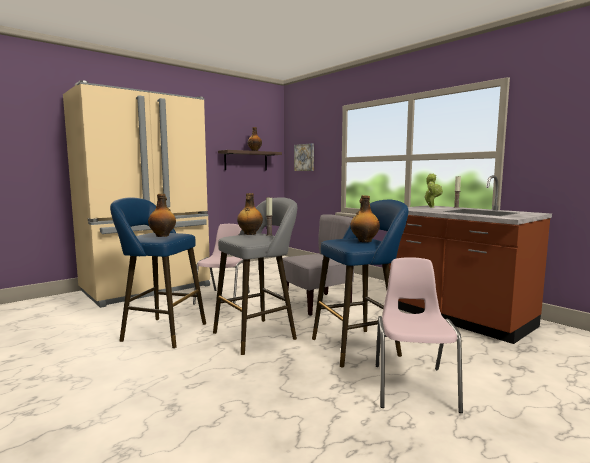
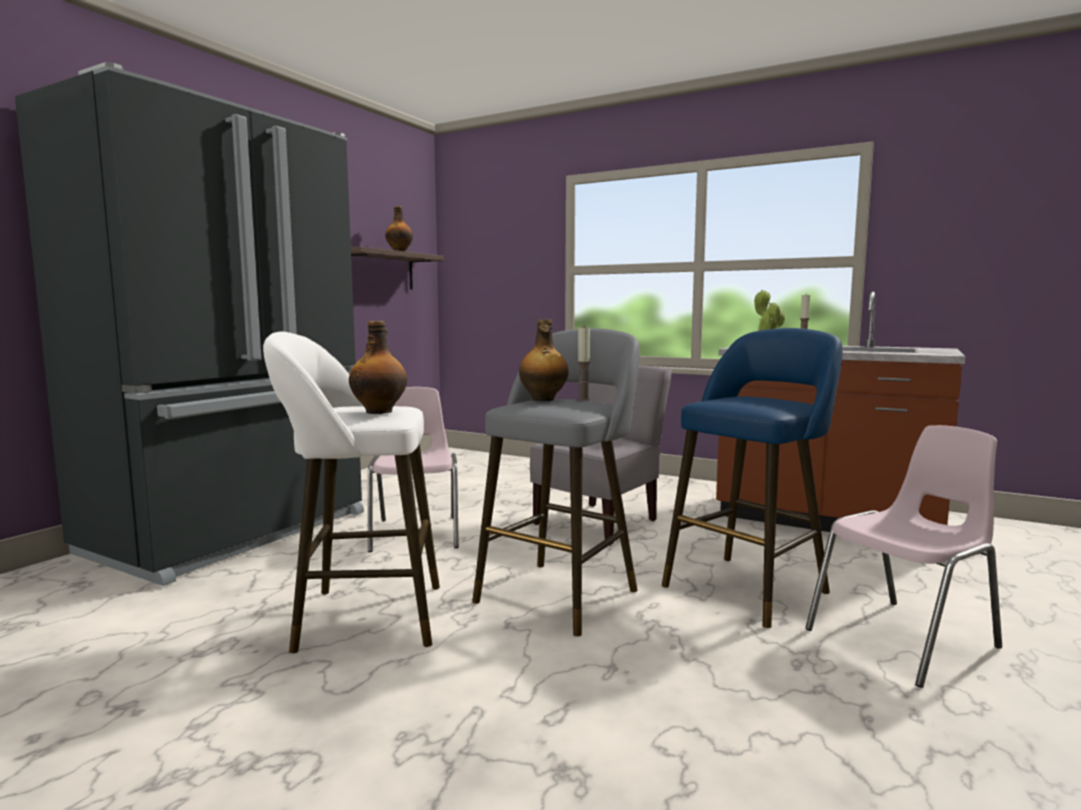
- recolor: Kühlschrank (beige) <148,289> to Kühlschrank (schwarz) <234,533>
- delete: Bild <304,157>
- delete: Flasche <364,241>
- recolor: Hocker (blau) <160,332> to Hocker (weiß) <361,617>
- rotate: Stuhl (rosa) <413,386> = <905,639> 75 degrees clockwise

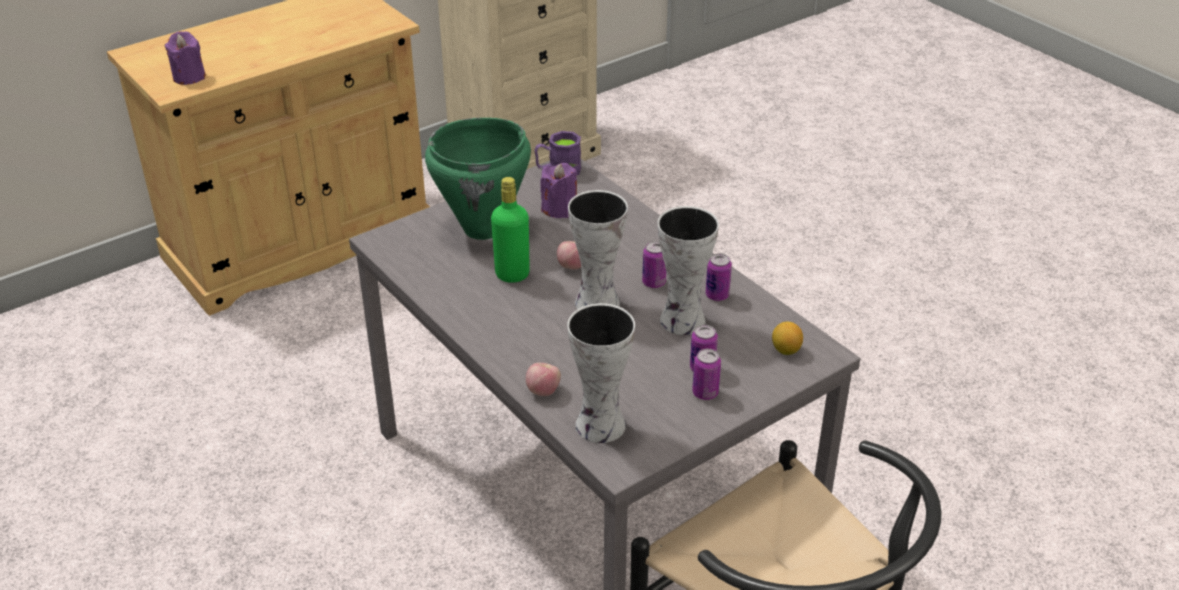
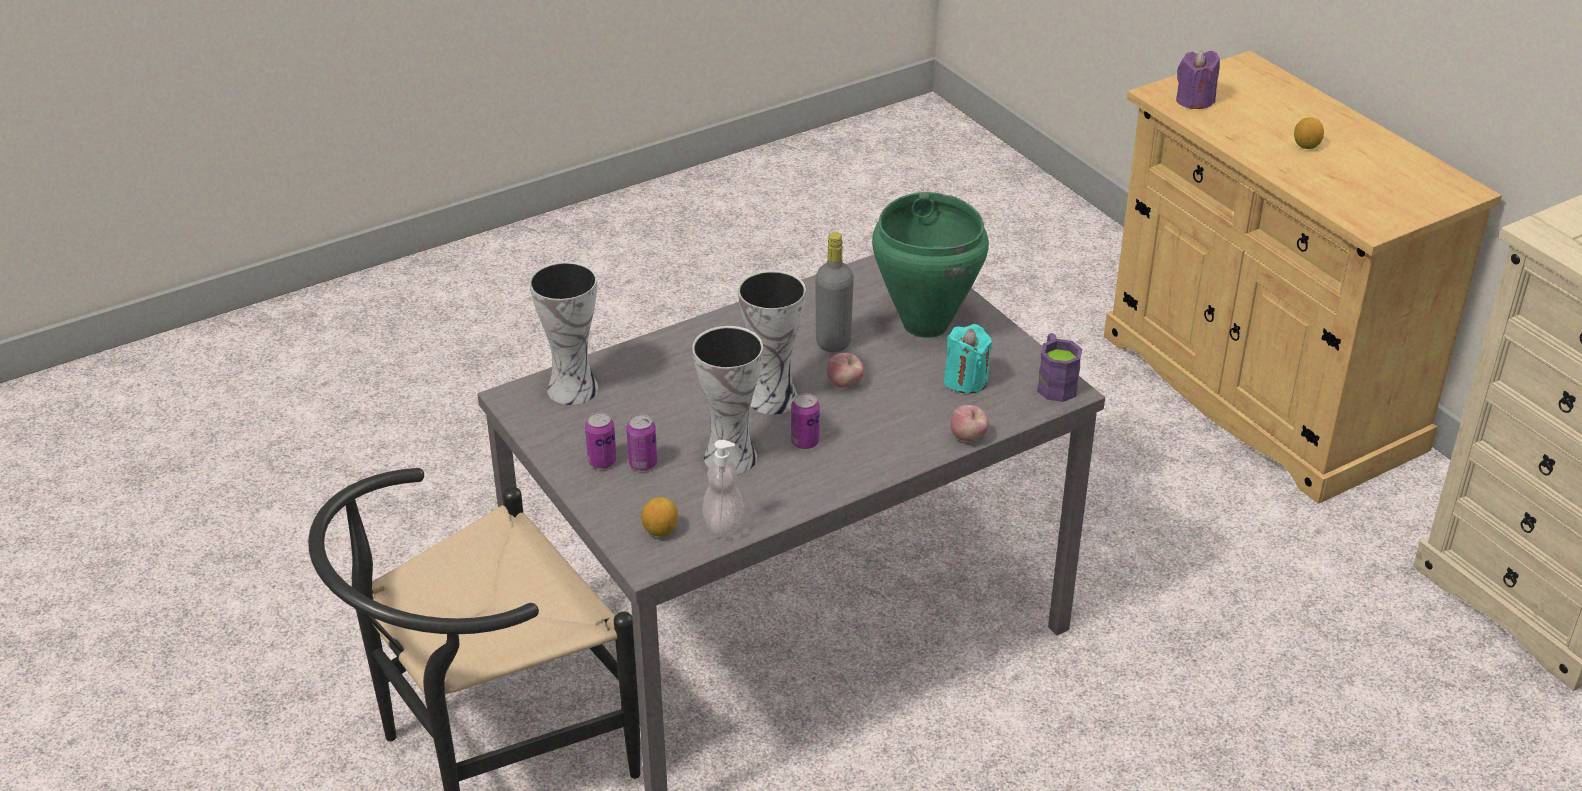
- recolor: Kerze (lila) <559,209> to Kerze (türkis) <965,380>
- recolor: Flasche (grün) <512,274> to Flasche (grau) <833,342>
- delete: Dose <717,295>
- move: Apfel <543,391> to <968,437>
- insert: Zitrone <1306,146>
- insert: Seifenspender <723,525>

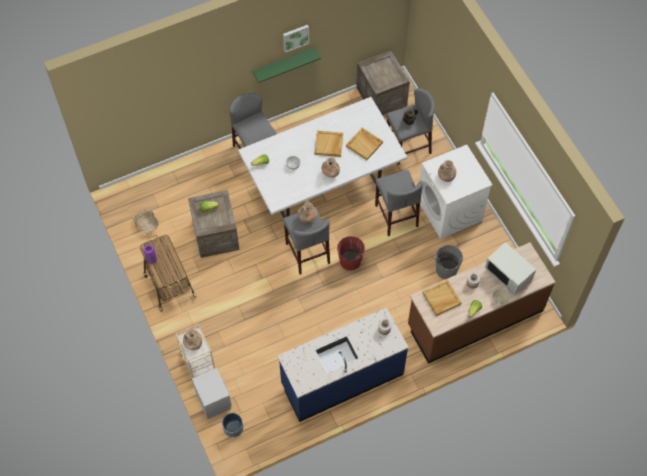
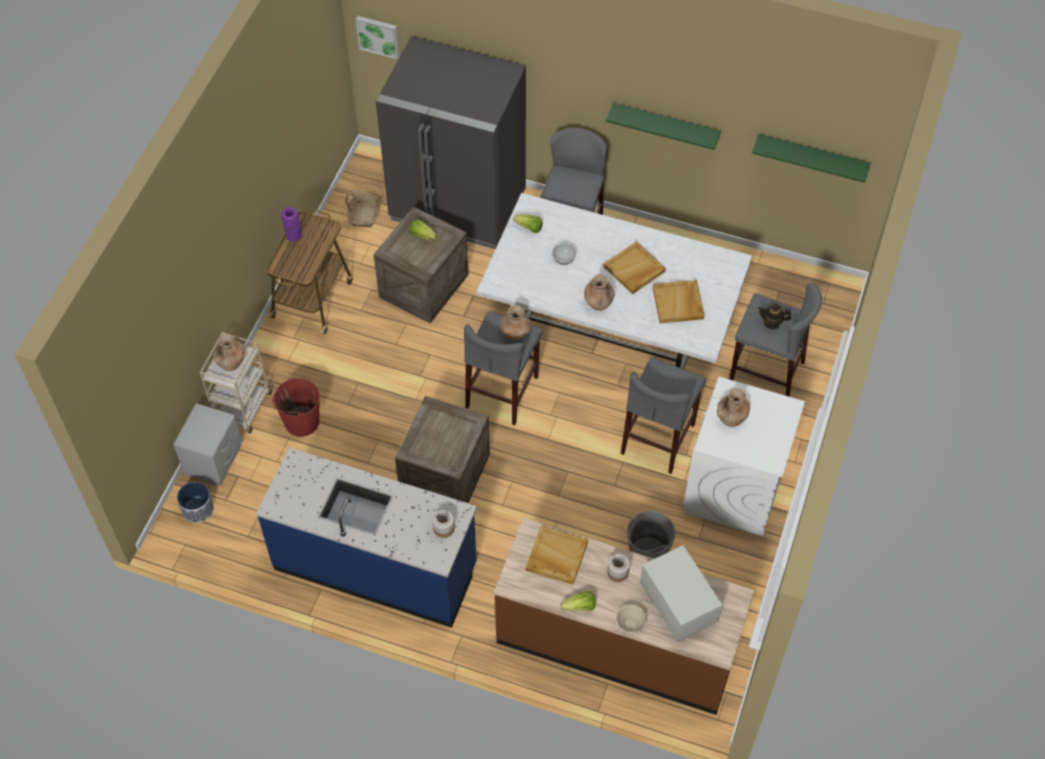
- move: Bild <295,37> to <378,36>
- move: Kiste <381,97> to <445,475>
- move: Eimer (rot) <350,261> to <301,421>
- rotate: Mikrowelle (weiß) <508,274> = <677,603> 150 degrees clockwise
- insert: Kühlschrank (grau) <458,205>
- insert: Wandregal (grün) <812,157>

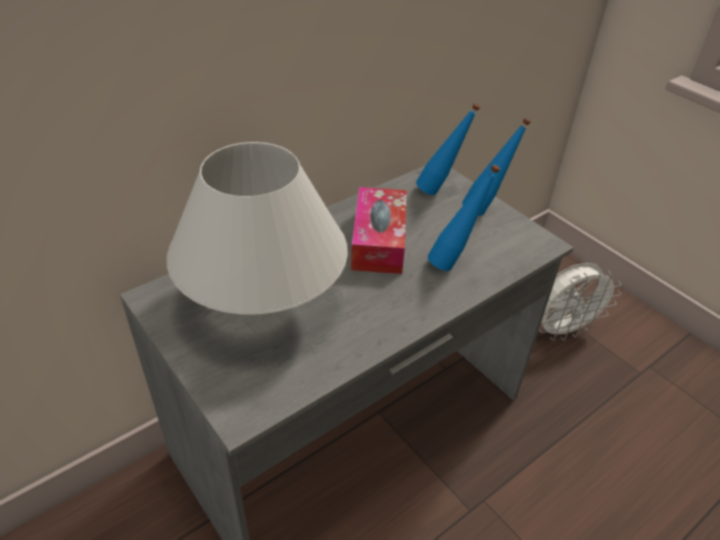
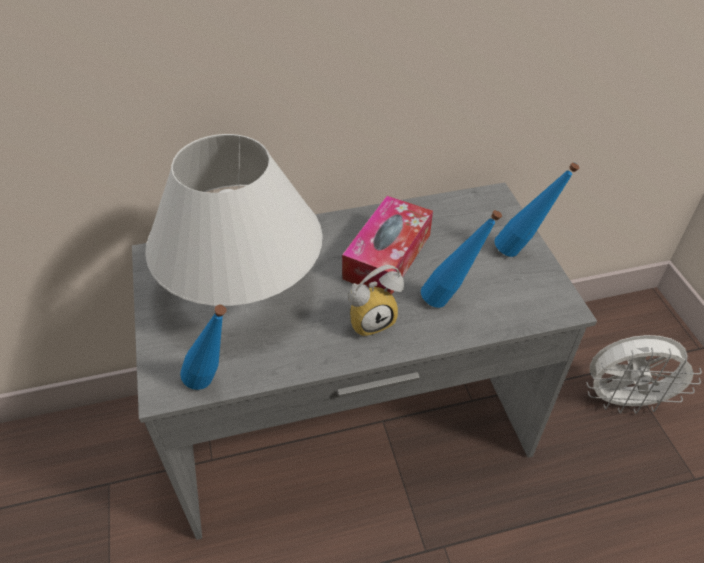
- move: Flasche (blau) <440,191> to <214,385>
- insert: Wecker <371,319>

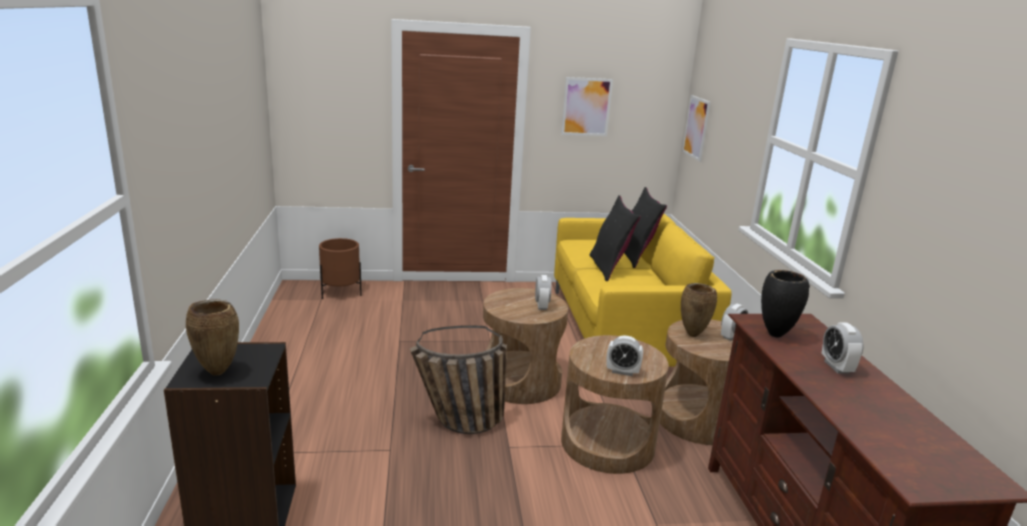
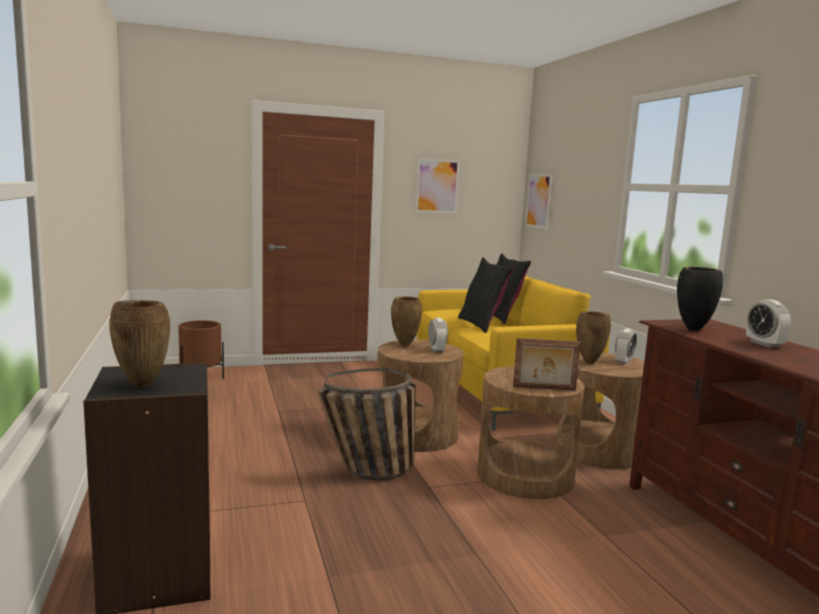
- replace: Wecker <622,372> to Bilderrahmen <544,389>
- insert: Vase (braun) <404,345>

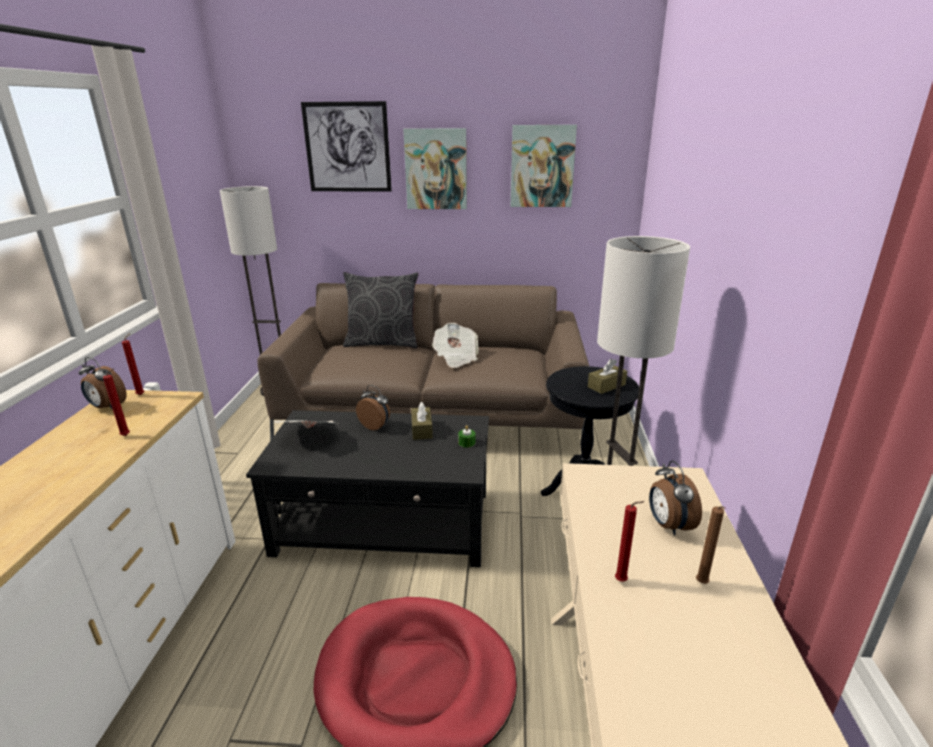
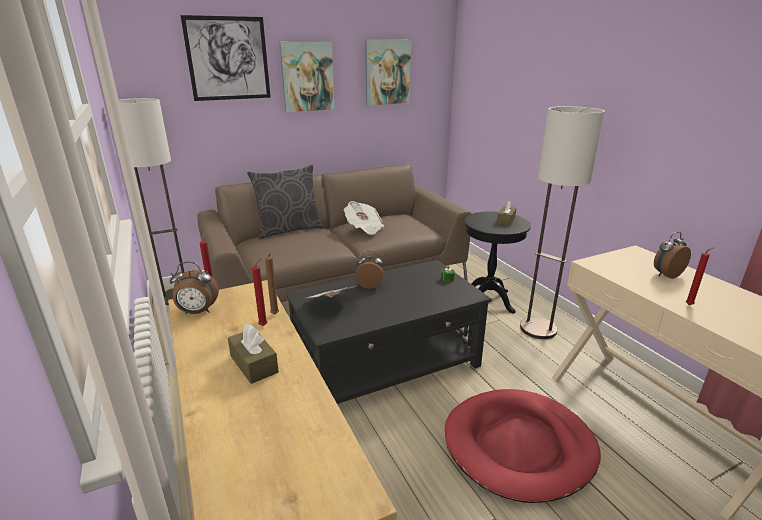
- move: Taschentuchbox (braun) <422,429> to <254,364>
- rotate: Wecker <668,525> = <665,274> 105 degrees clockwise
- move: Kerze (braun) <702,584> to <275,315>

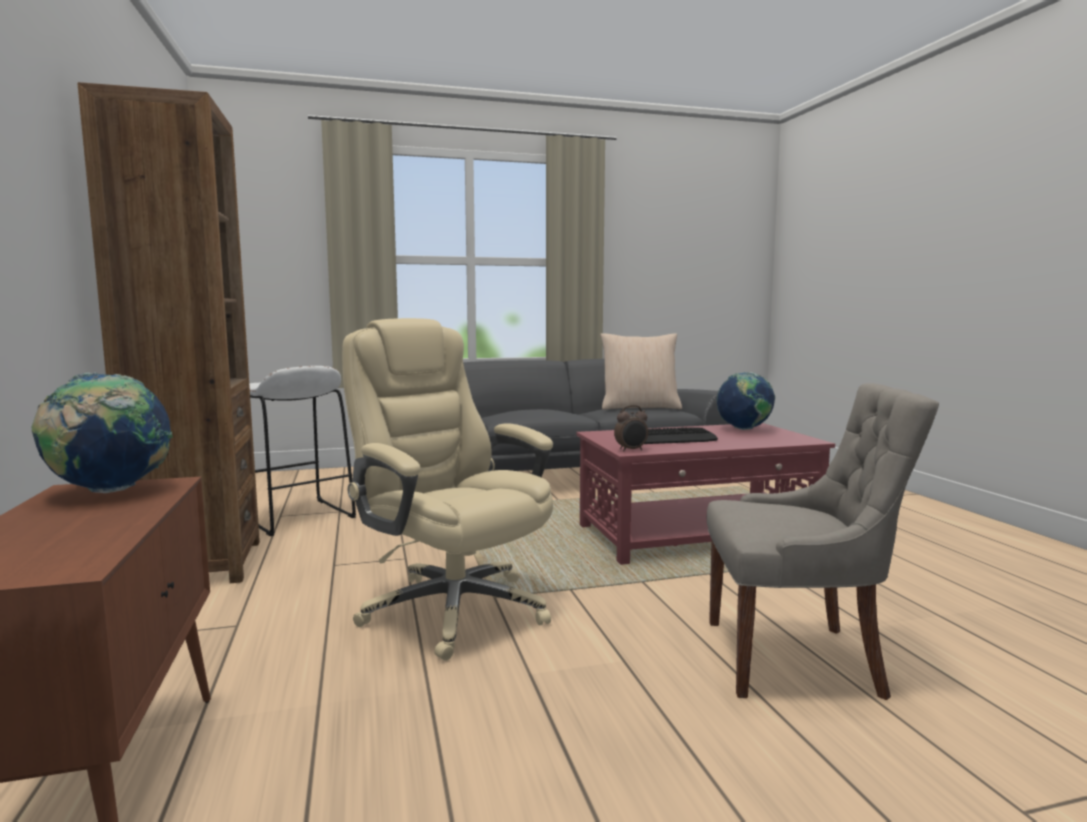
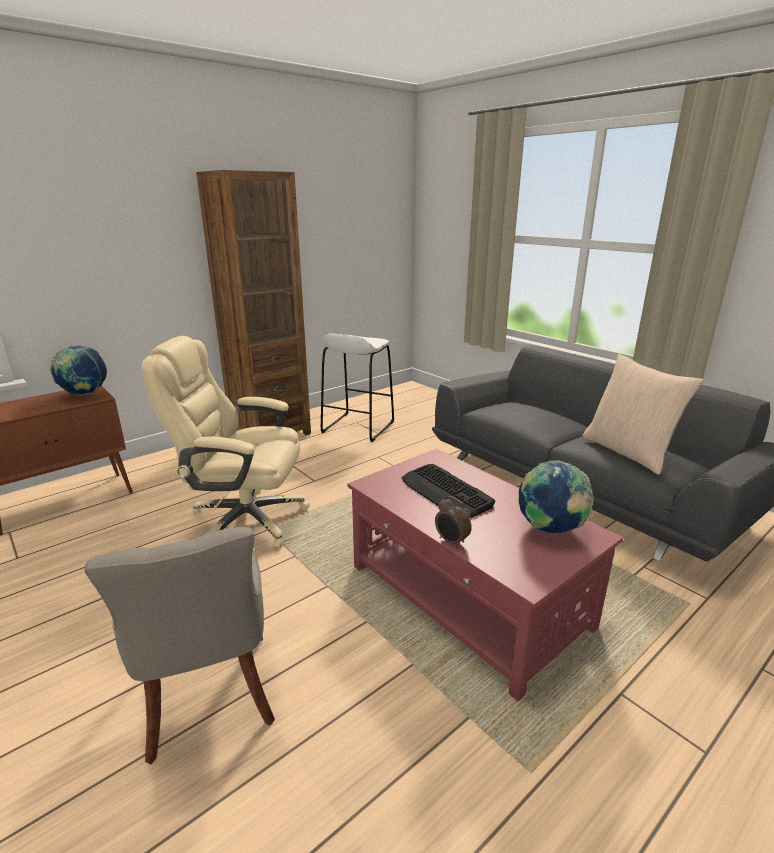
- rotate: Bürostuhl (beige) <452,609> = <244,520> 105 degrees counterclockwise
- move: Wecker <631,450> to <451,541>

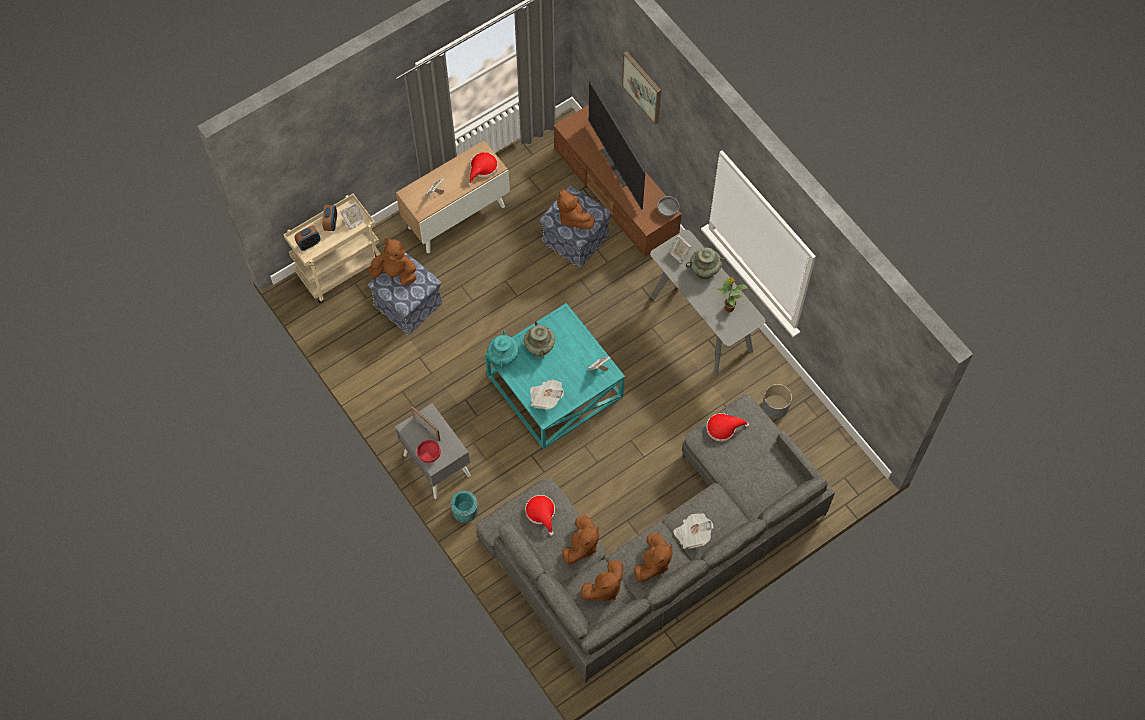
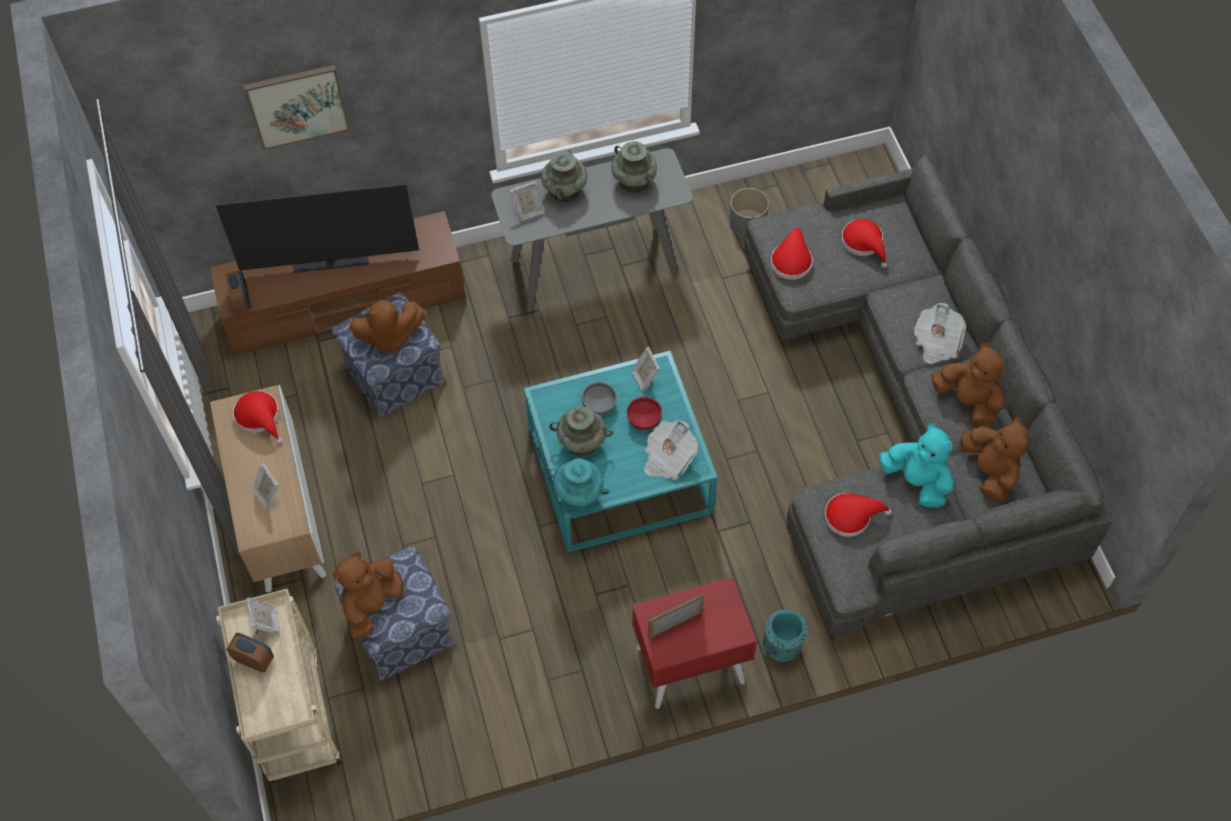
- move: Schüssel (grau) <667,211> to <599,405>
- move: Wecker <309,244> to <242,300>
- replace: Topfpflanze <728,307> to Vase (türkis) <634,181>
- recolor: Nachttisch (grau) <436,465> to Nachttisch (rot) <689,665>
- move: Schüssel (rot) <429,454> to <643,420>
- recolor: Plüschtier (braun) <581,546> to Plüschtier (türkis) <916,481>
- insert: Hut (rot) <864,243>

